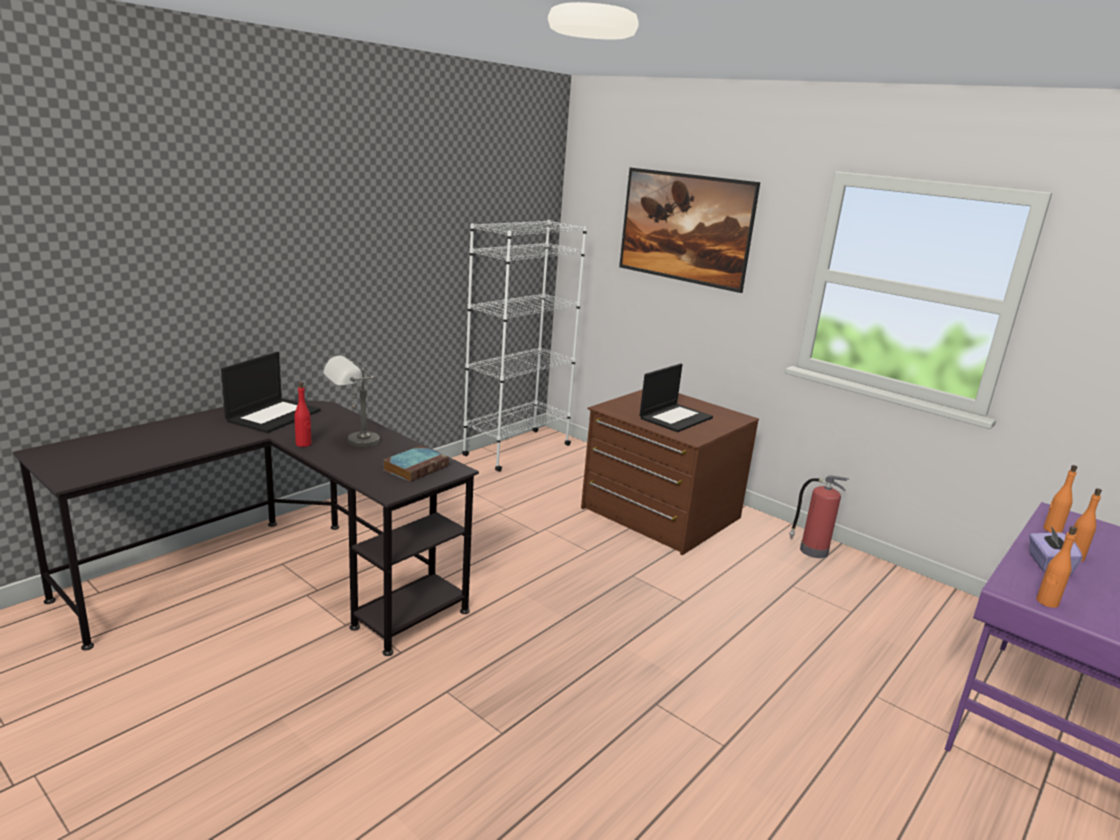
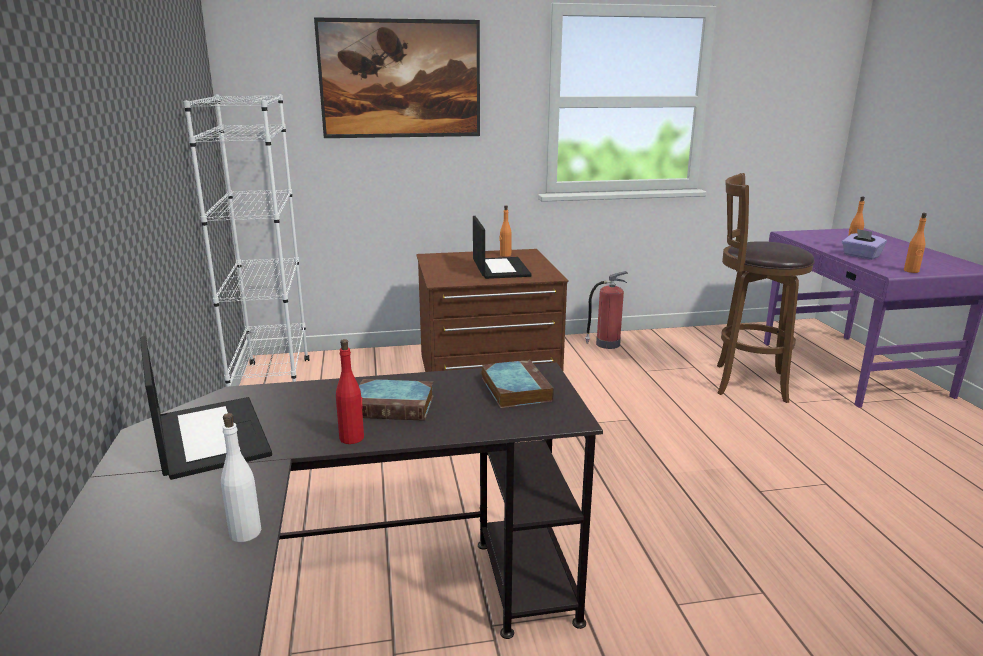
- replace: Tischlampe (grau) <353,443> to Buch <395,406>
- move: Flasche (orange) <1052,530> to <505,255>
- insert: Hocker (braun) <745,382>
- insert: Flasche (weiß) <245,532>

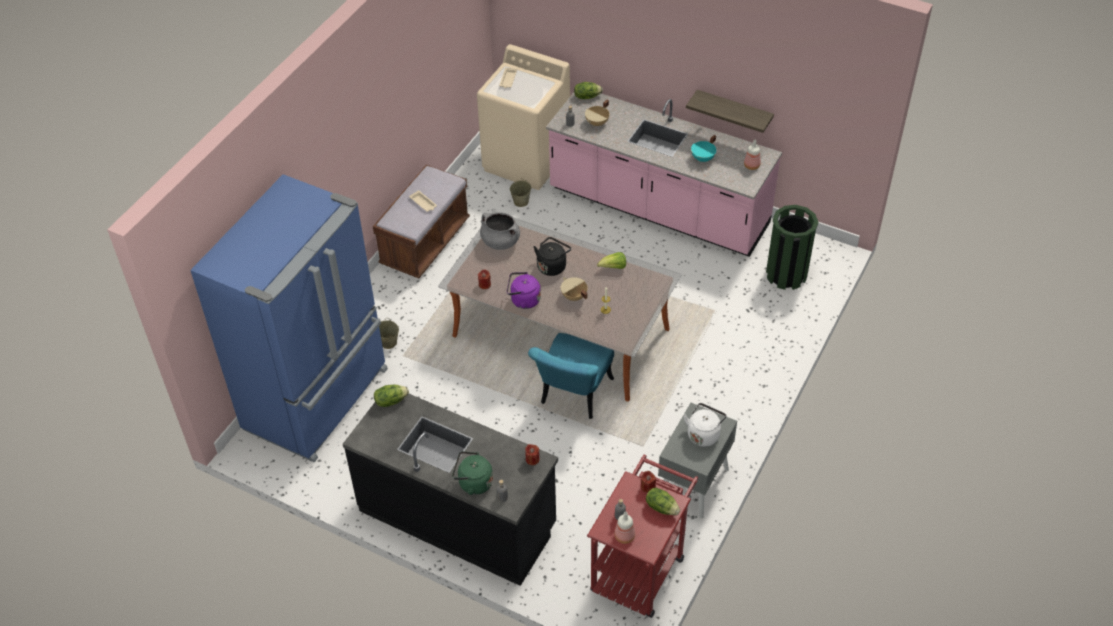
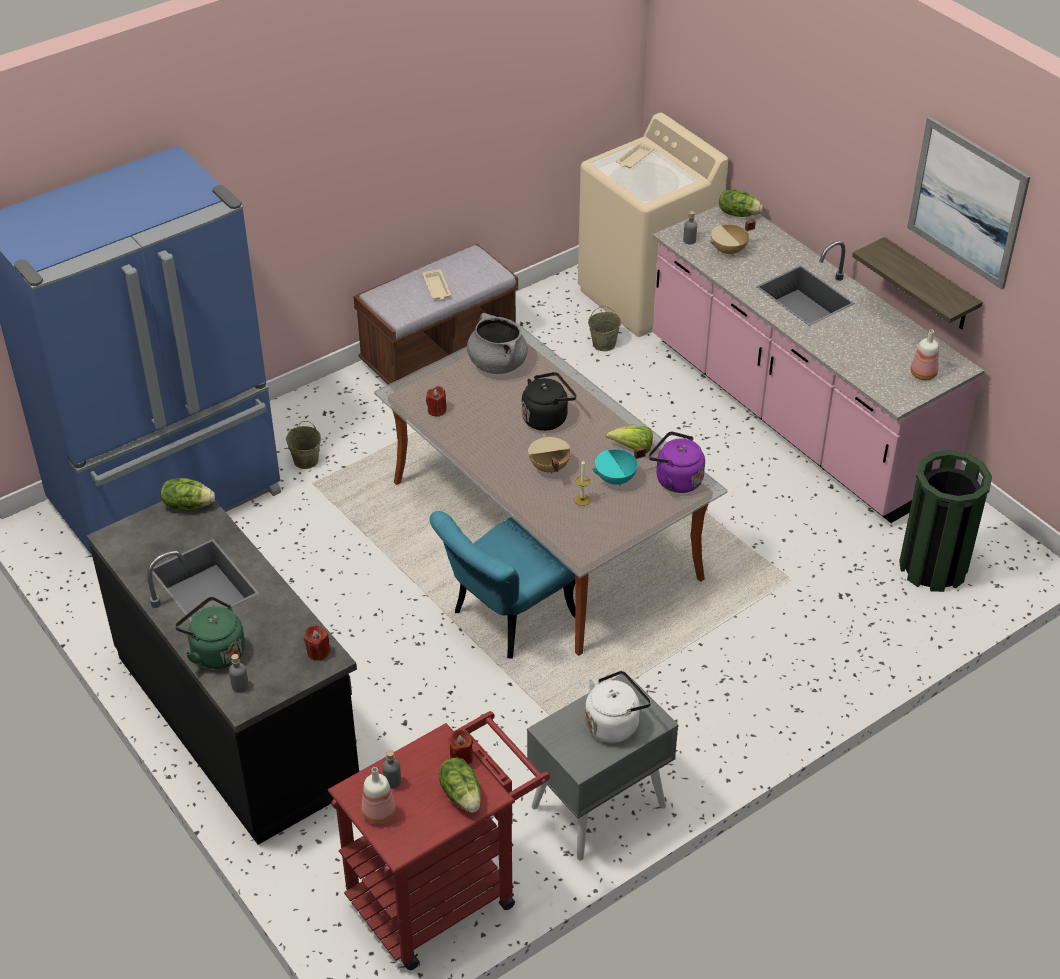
- move: Kochtopf (türkis) <703,158> to <616,479>
- move: Wasserkessel (lila) <523,300> to <675,480>
- insert: Bild <967,202>

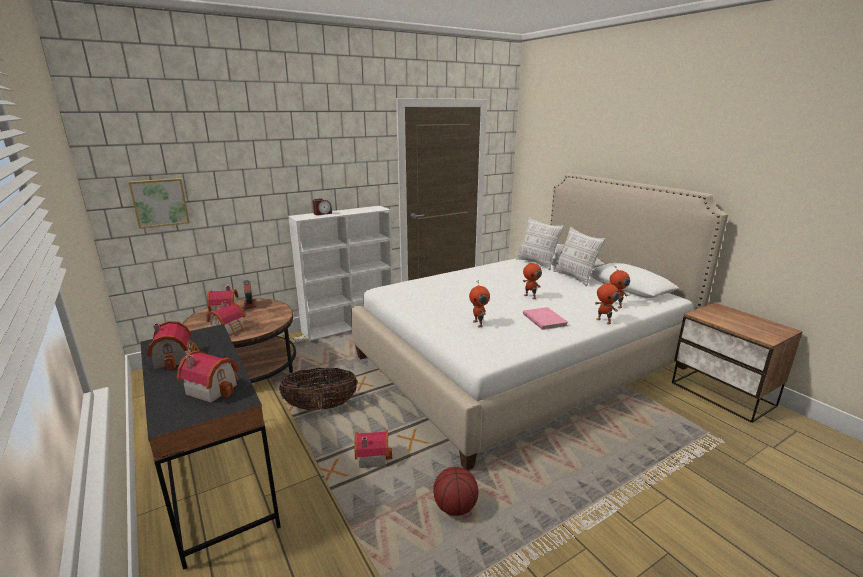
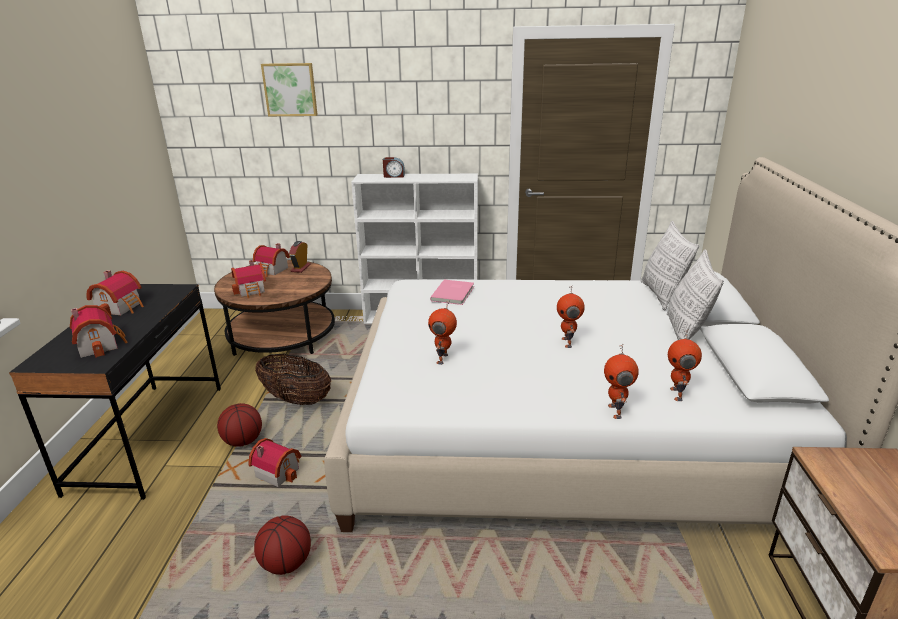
- move: Bild <160,202> to <290,89>
- move: Buch (rosa) <545,319> to <454,293>
- insert: Basketball <243,441>

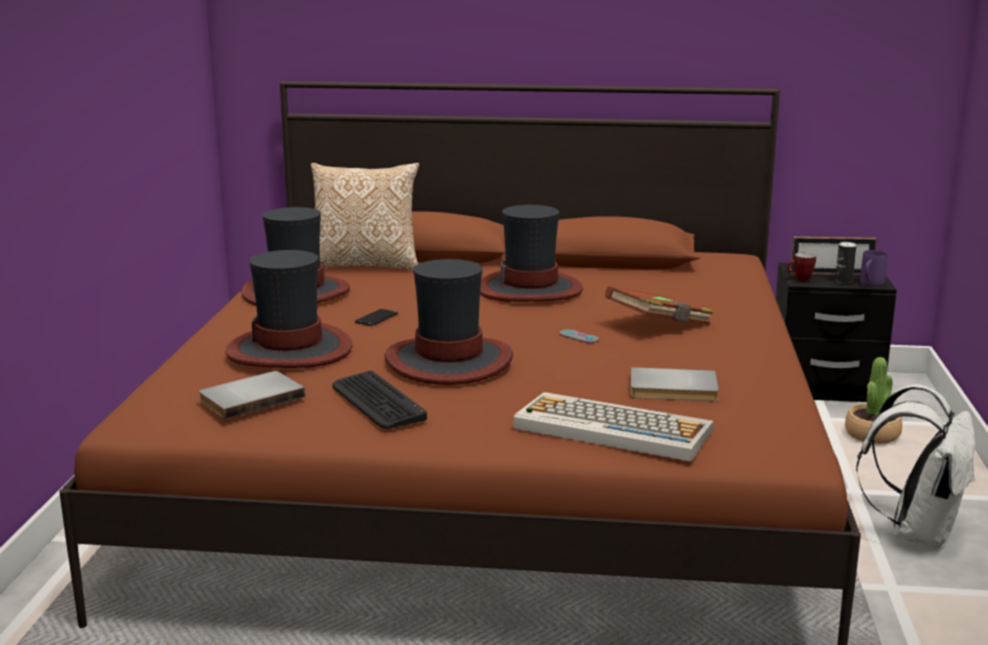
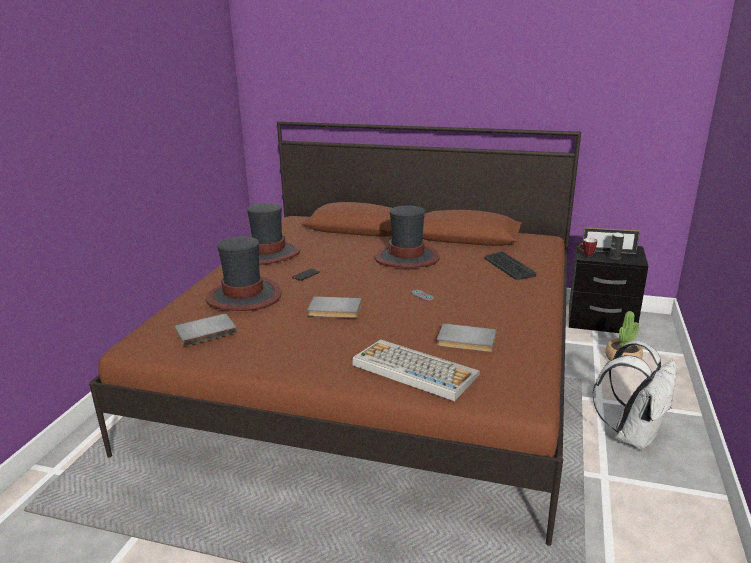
- delete: Kissen <366,265>
- delete: Henkelbecher (lila) <870,284>
- replace: Hut <449,361> to Buch (grau) <334,310>
- delete: Buch (braun) <660,325>
- move: Tastatur <377,402> to <508,266>

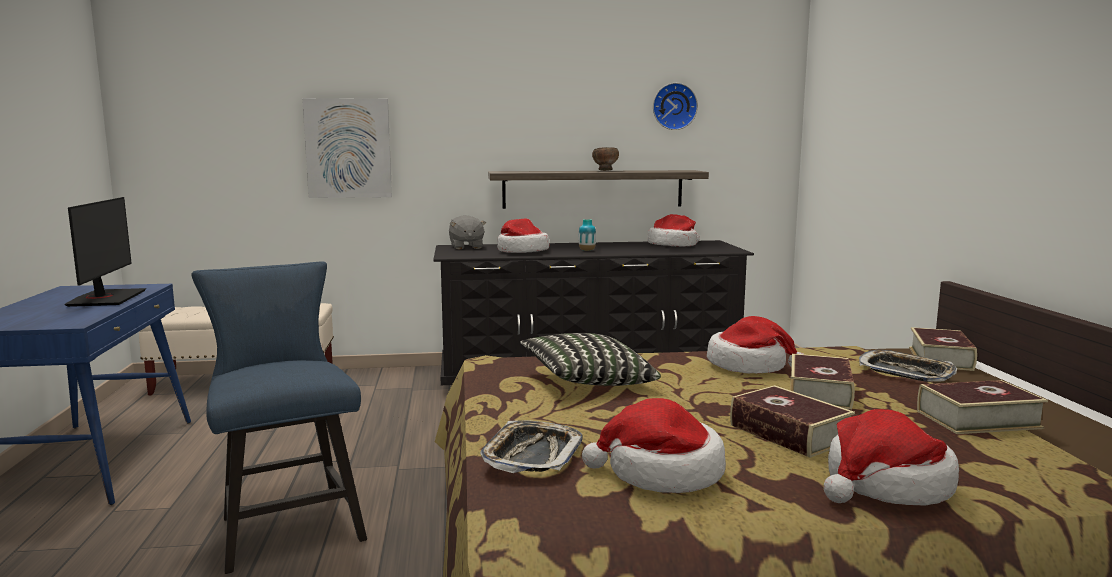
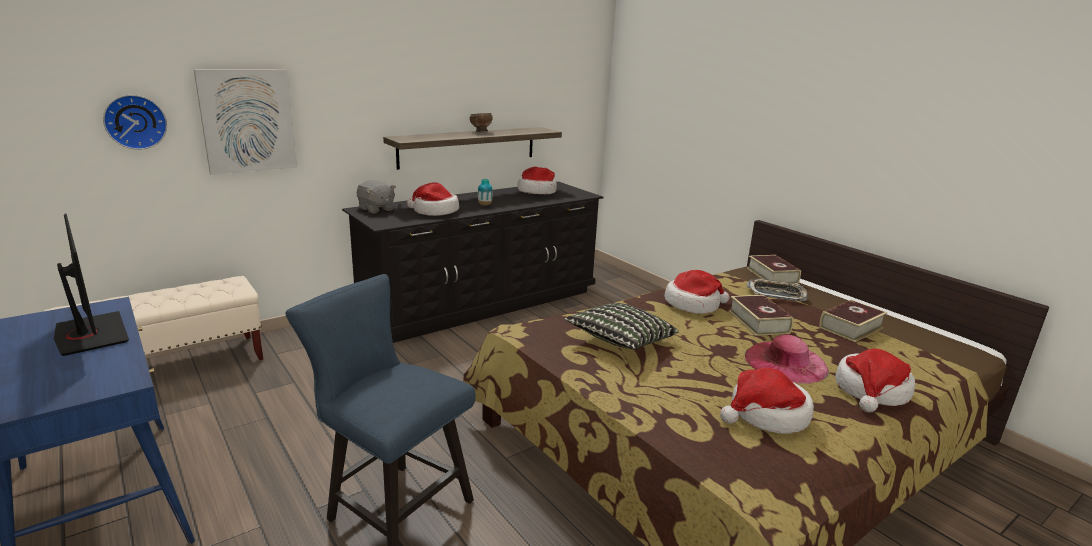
- move: Wanduhr <674,106> to <135,121>
- replace: Buch <789,433> to Hut (rosa) <785,362>
- delete: Tablett <532,455>

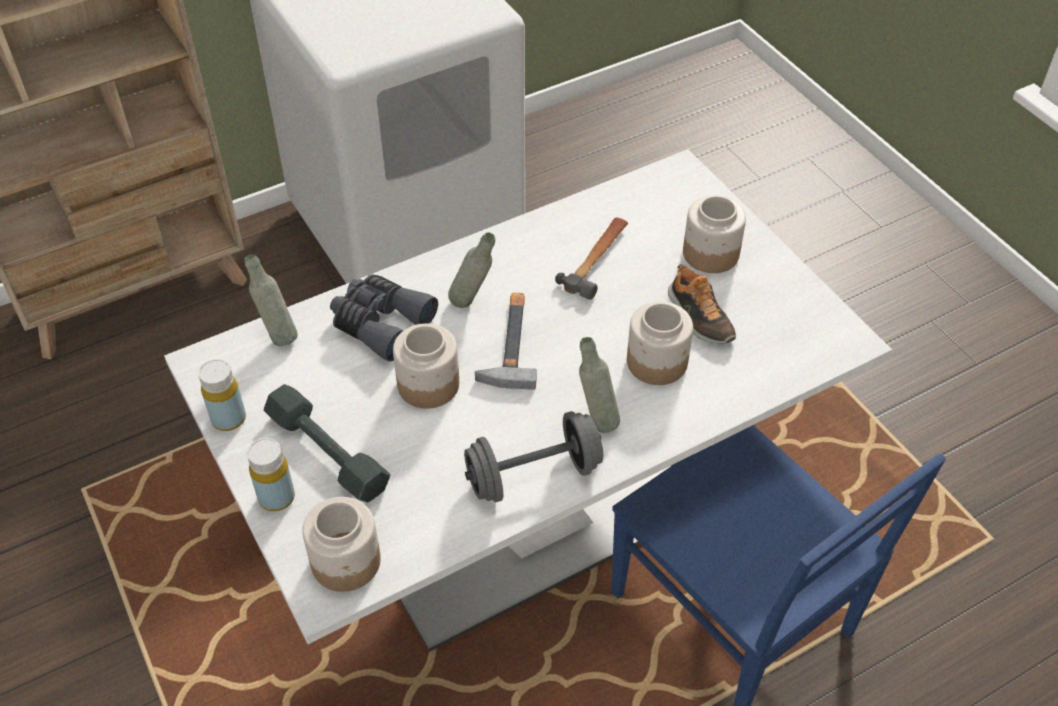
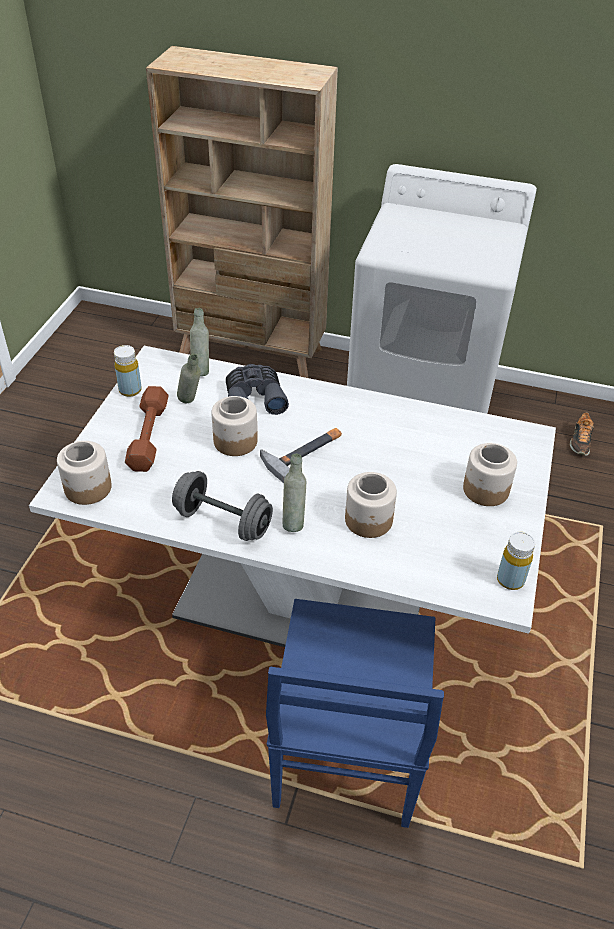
- delete: Hammer <597,260>
- move: Flasche (grau) <472,303> to <191,404>
- move: Schuh <699,317> to <580,441>
- recolor: Hantel (grau) <327,452> to Hantel (braun) <148,435>
- move: Flasche (gelb) <276,497> to <510,580>

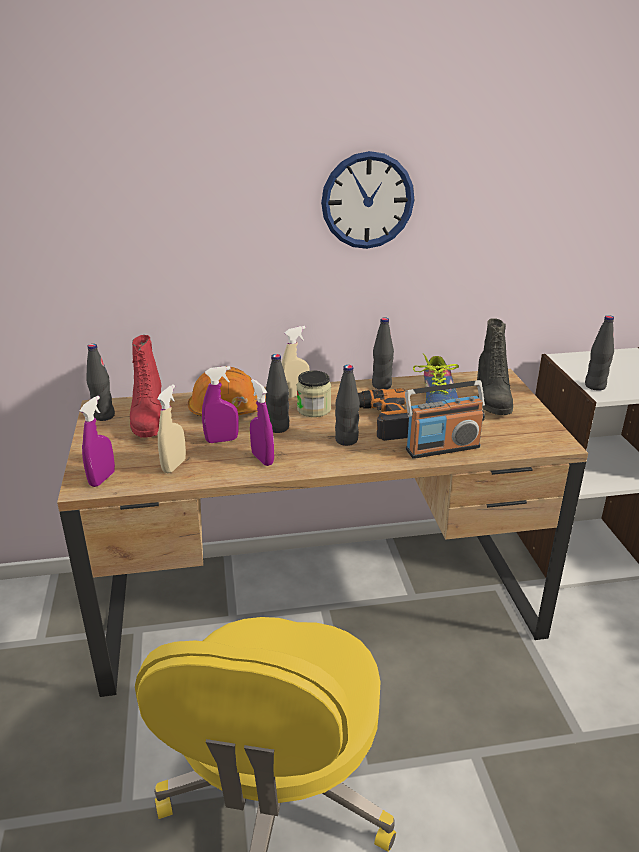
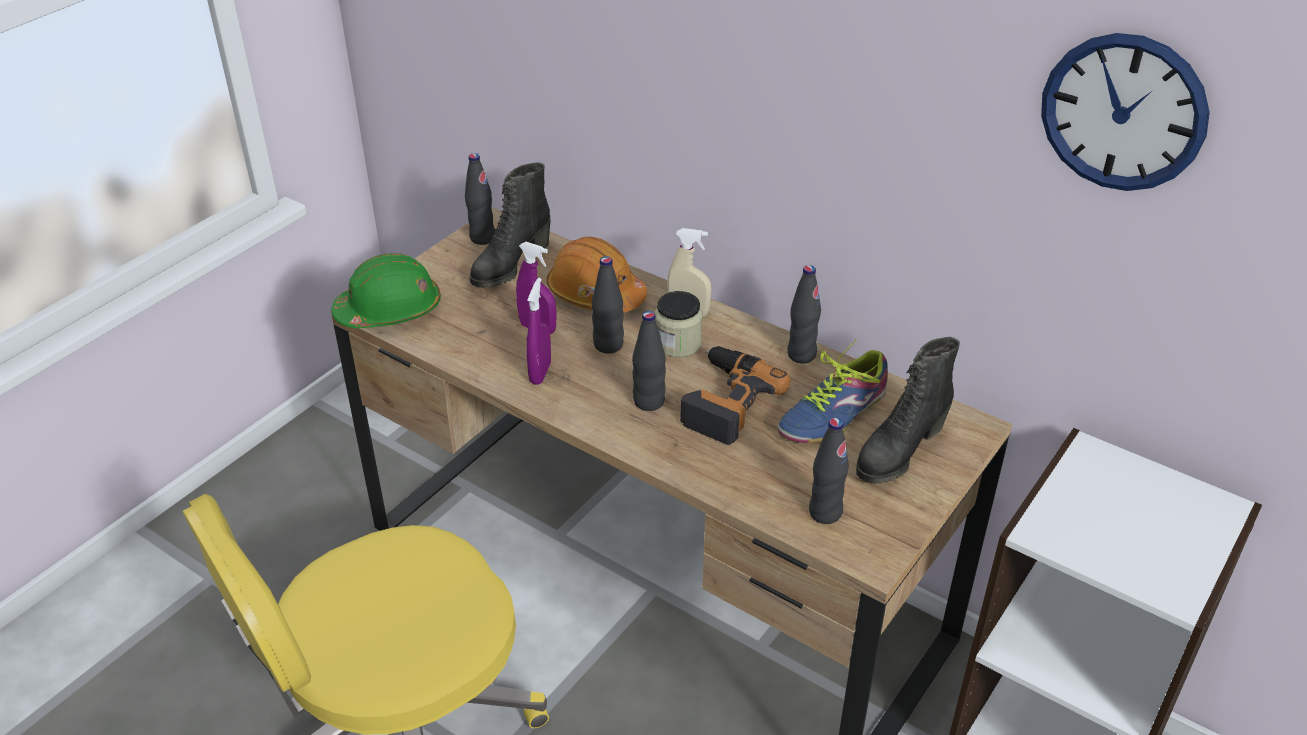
- move: Wanduhr <367,201> to <1123,112>
- move: Flasche (schwarz) <595,386> to <825,512>
- recolor: Stiefel (rot) <148,420> to Stiefel (schwarz) <510,265>
- delete: Radio <442,448>
- delete: Sprühflasche (beige) <174,466>
- replace: Sprühflasche (lila) <102,479> to Schutzhelm (grün) <389,310>

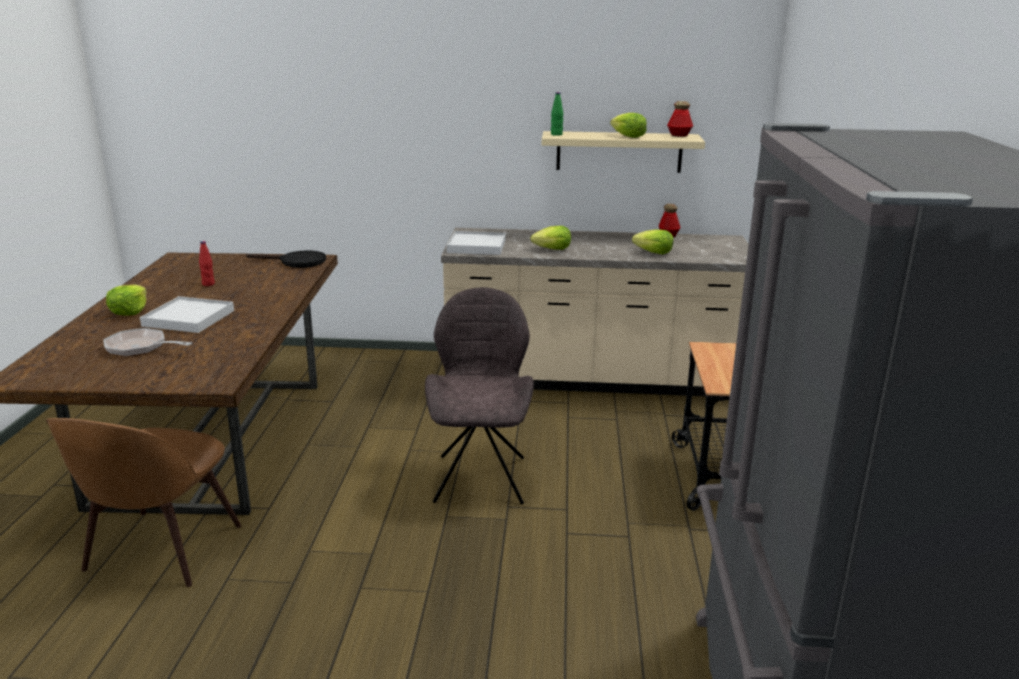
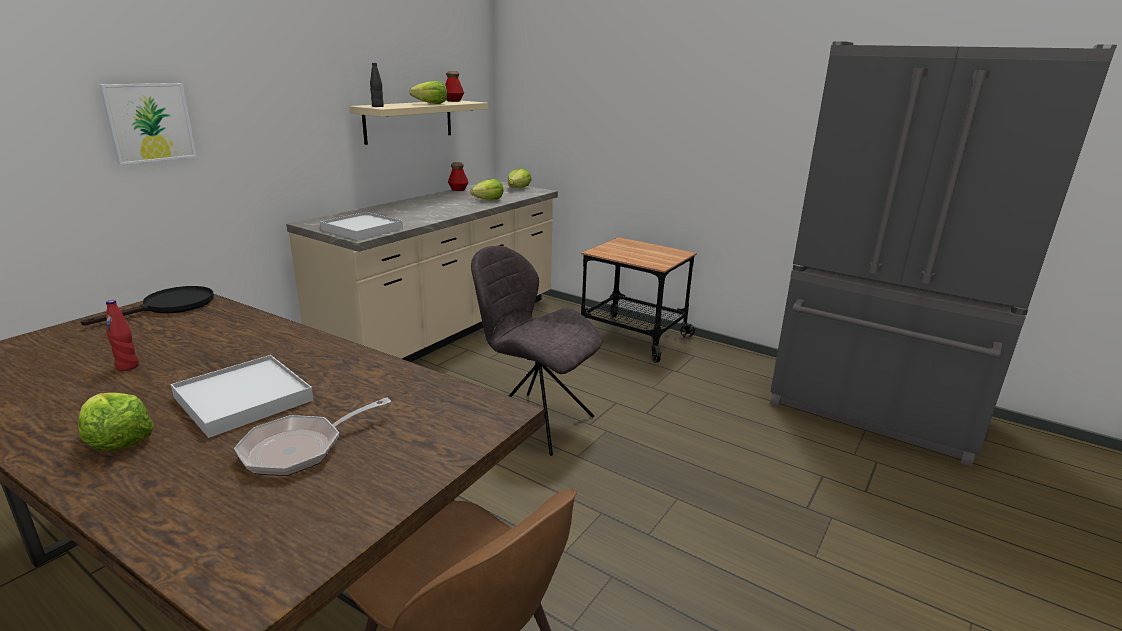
- recolor: Flasche (grün) <556,134> to Flasche (schwarz) <377,106>
- move: Salatkopf <552,249> to <518,188>
- insert: Bild <149,122>

